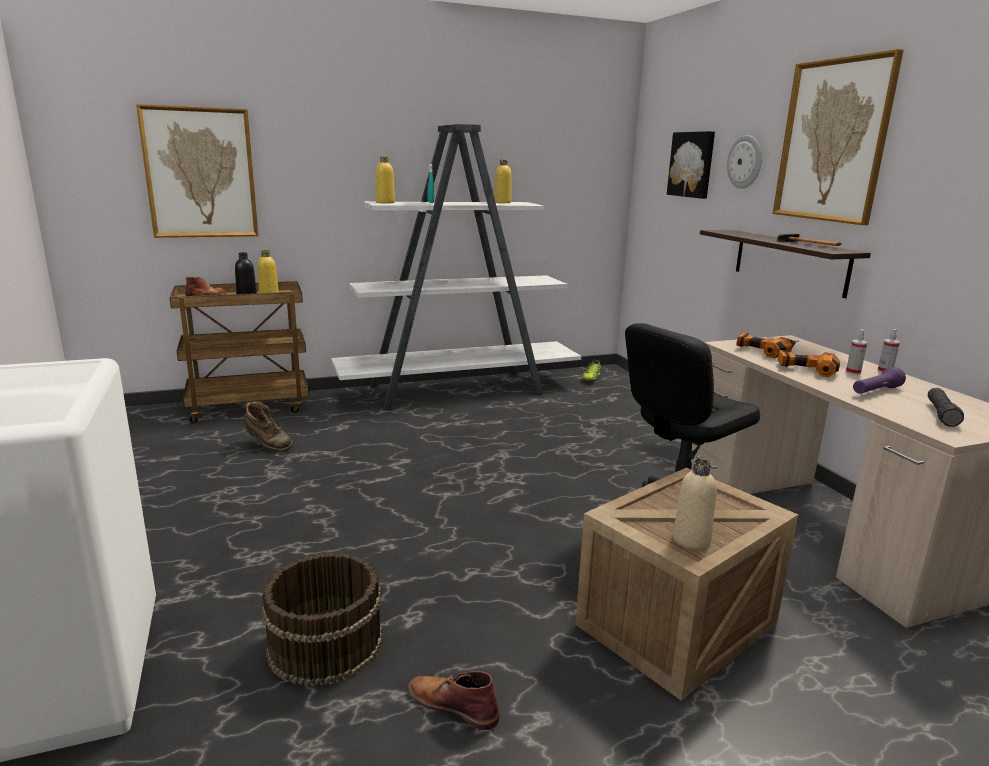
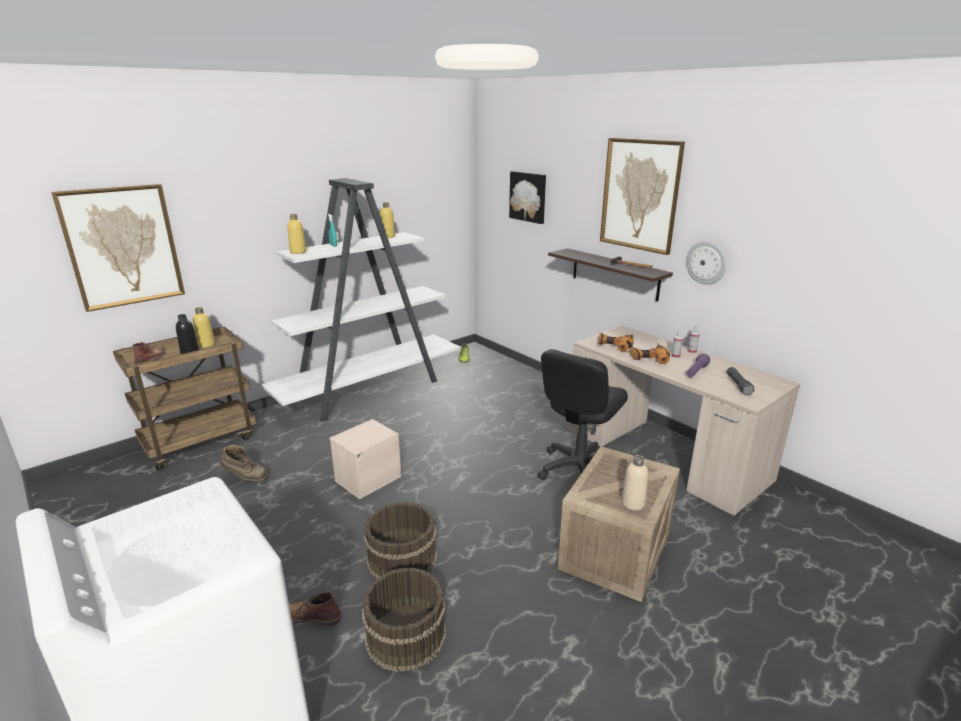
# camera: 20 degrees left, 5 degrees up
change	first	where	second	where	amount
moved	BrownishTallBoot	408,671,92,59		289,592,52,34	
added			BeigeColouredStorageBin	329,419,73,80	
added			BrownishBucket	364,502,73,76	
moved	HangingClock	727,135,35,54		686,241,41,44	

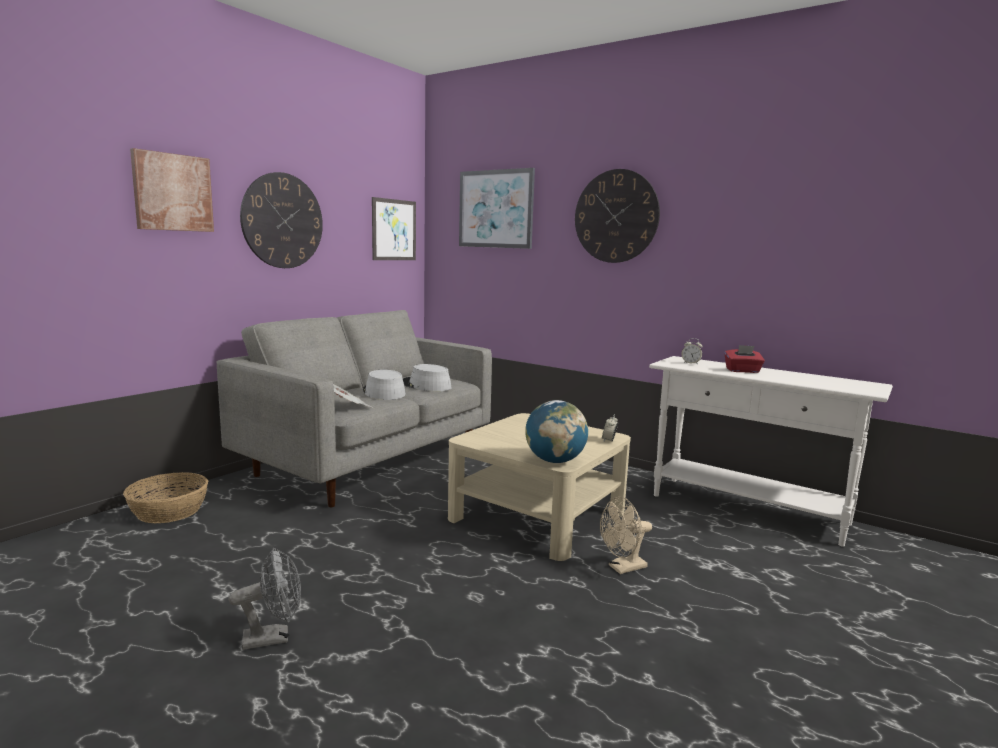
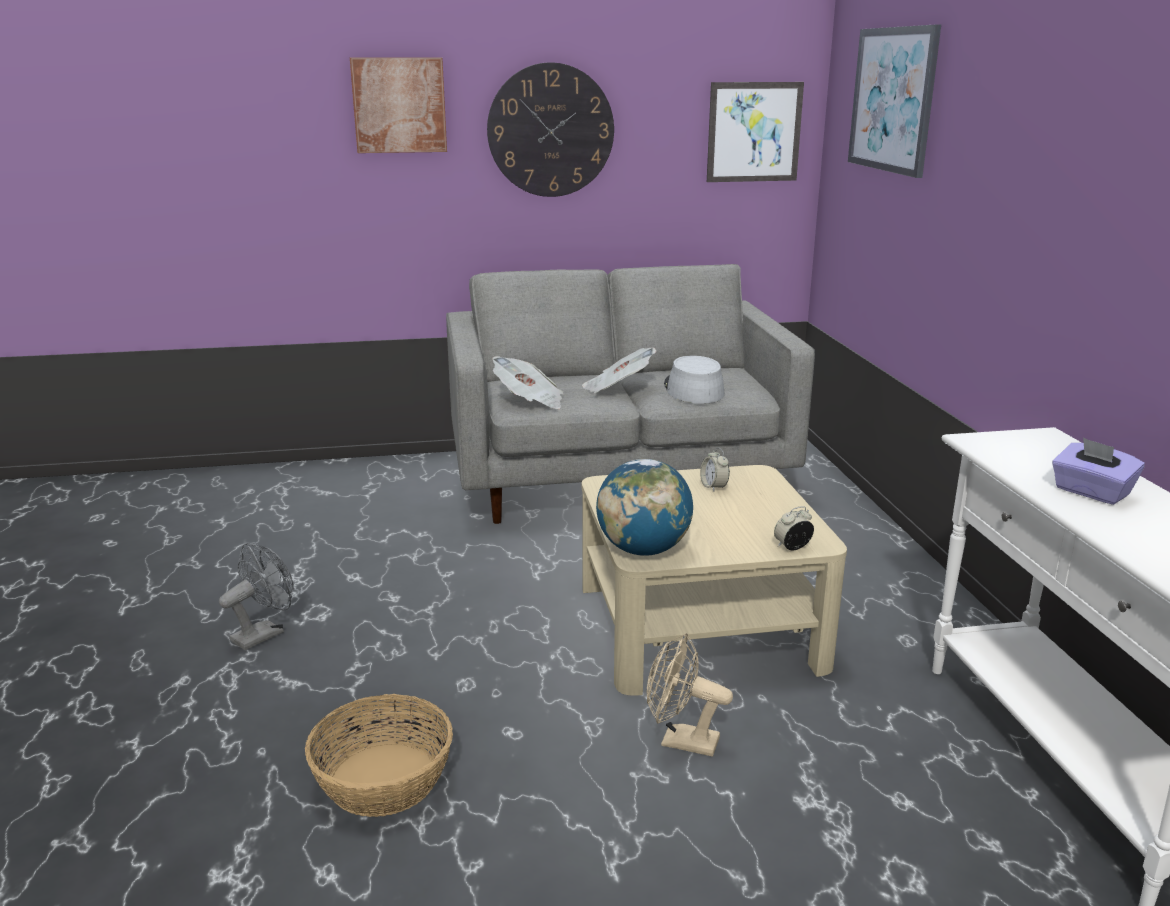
# camera: 45 degrees right, 10 degrees up
change	first	where	second	where	amount
turned	GreyishElectricFan	229,548,72,102		219,543,75,107	75 degrees counterclockwise
moved	StorageBasket	123,472,85,51		305,694,148,123	
replaced	GreyishClothingHat	363,370,43,30	PrintedPaper	582,348,74,45	
moved	AlarmClock	682,338,21,27		700,447,30,45	
recoloured	RedColouredTissueHolder	724,345,41,28	PurpleColouredTissueHolder	1052,438,93,67	
removed	HangingClock	575,169,85,94			

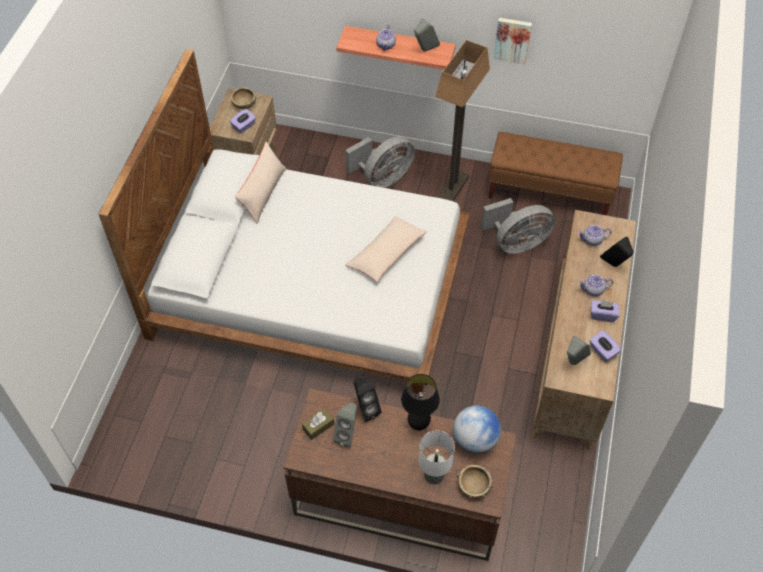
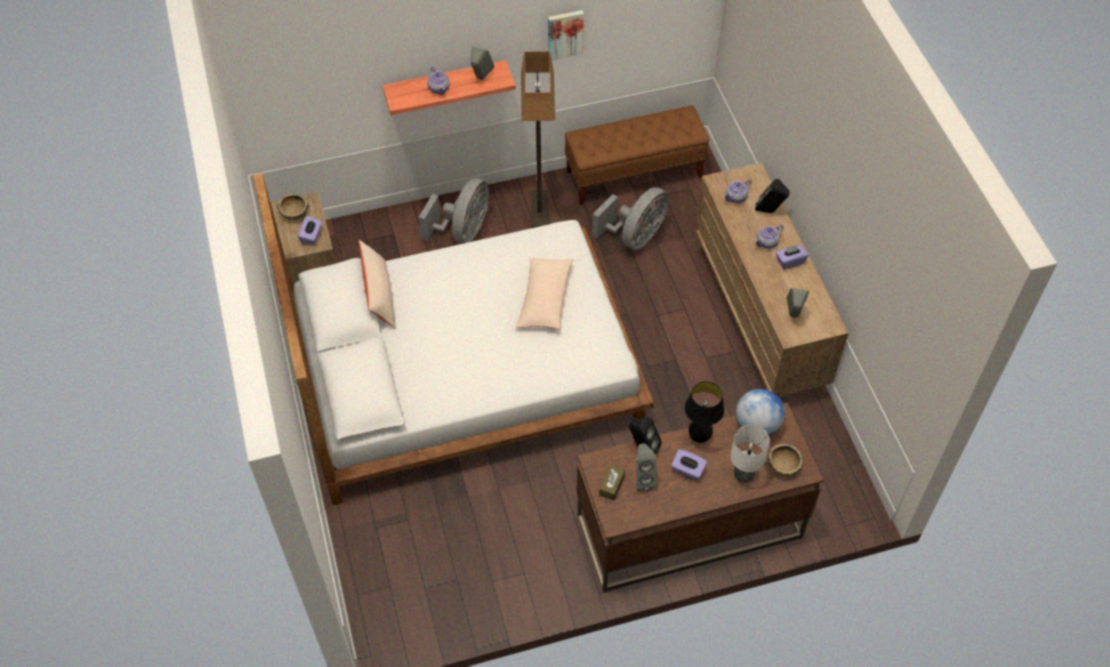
# camera: 30 degrees left, 0 degrees up
change	first	where	second	where	amount
moved	PurpleColouredTissueHolder	589,330,32,32		671,449,36,31	

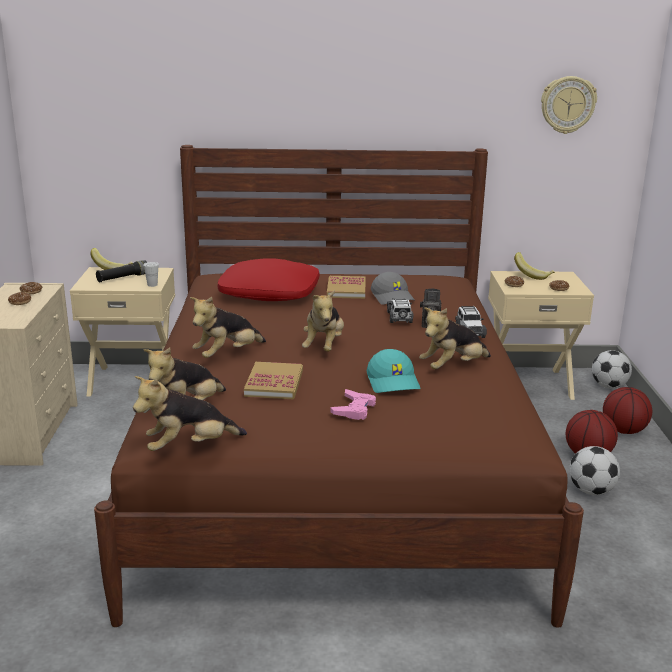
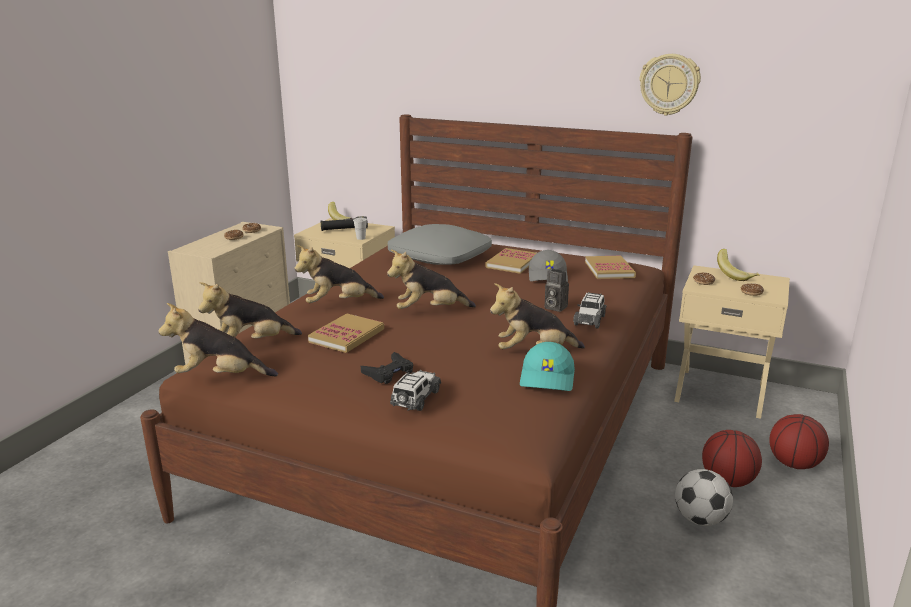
# camera: 25 degrees right, 0 degrees up
change	first	where	second	where	amount
recoloured	PinkGameController	330,389,46,31	BlackColouredGameController	361,352,52,32	
turned	CuddlyToy	302,290,42,62		387,250,89,59	45 degrees clockwise
recoloured	RedColouredThrowPillow	218,258,102,43	GreyishThrowPillow	388,224,104,41	
moved	MiniatureCar	387,298,27,25		390,370,51,41	
moved	BlueGreenPeakedCap	367,349,54,44		520,342,55,49	
added			Book	585,256,51,23	
moved	HangingClock	541,76,56,58		639,54,62,62	
removed	BallForFootball	592,350,40,39			

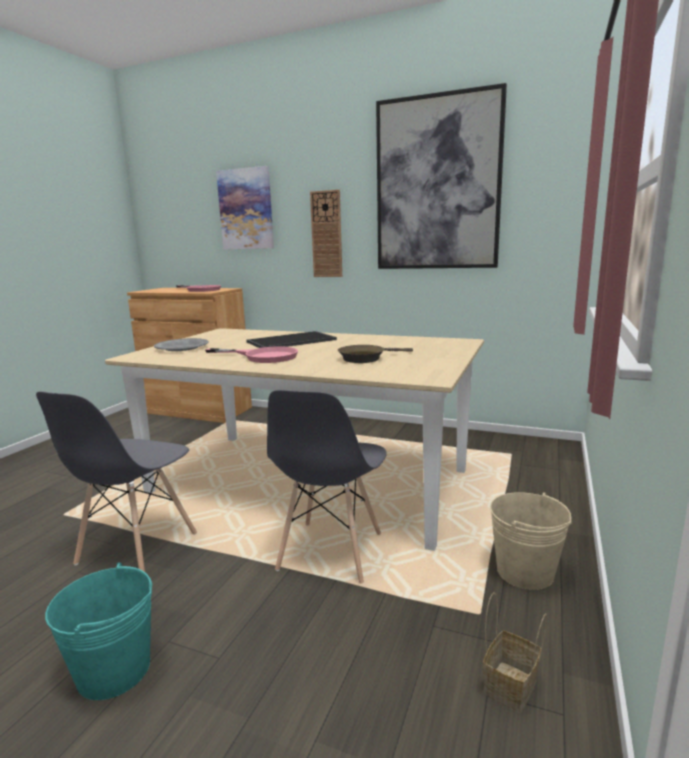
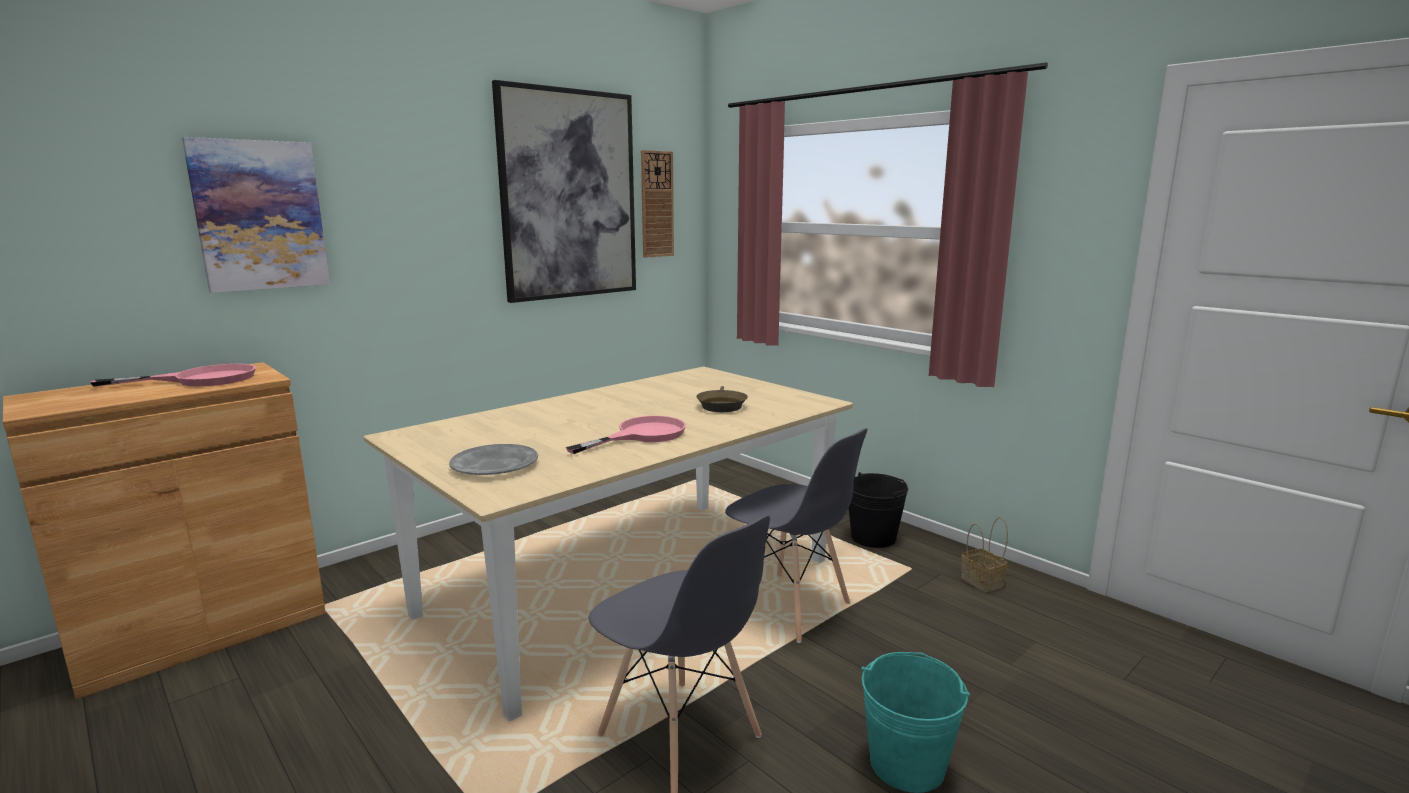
# camera: 65 degrees left, 0 degrees up
change	first	where	second	where	amount
moved	HangingClock	310,190,32,87		641,150,33,108	
recoloured	BeigeColouredBucket	490,492,82,98	BlackColouredBucket	849,472,59,76	
removed	CarryingTray	246,331,91,17			

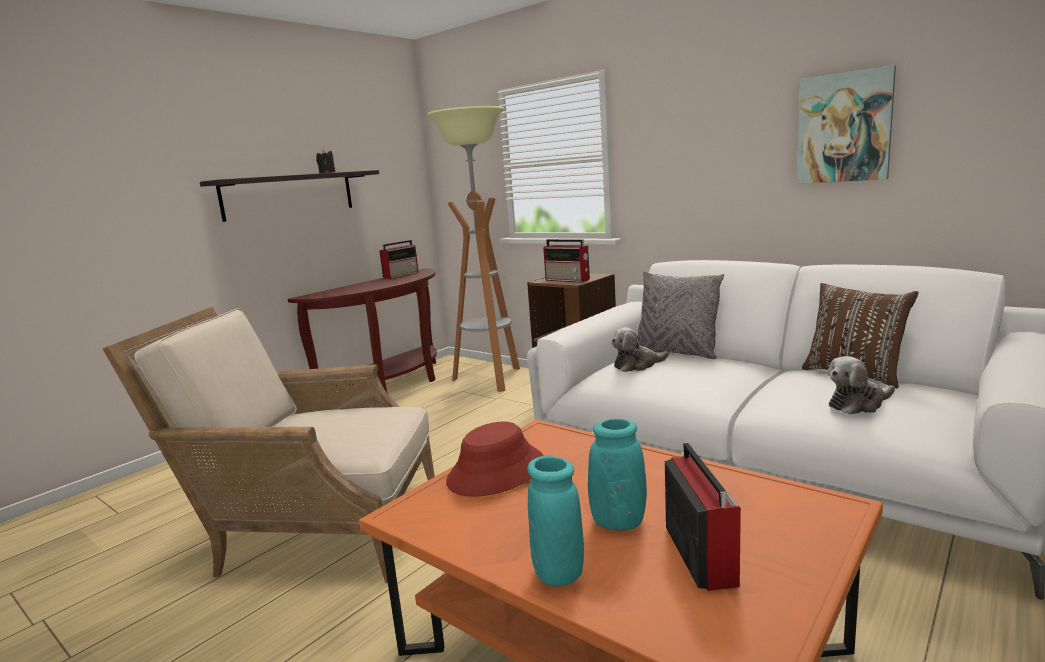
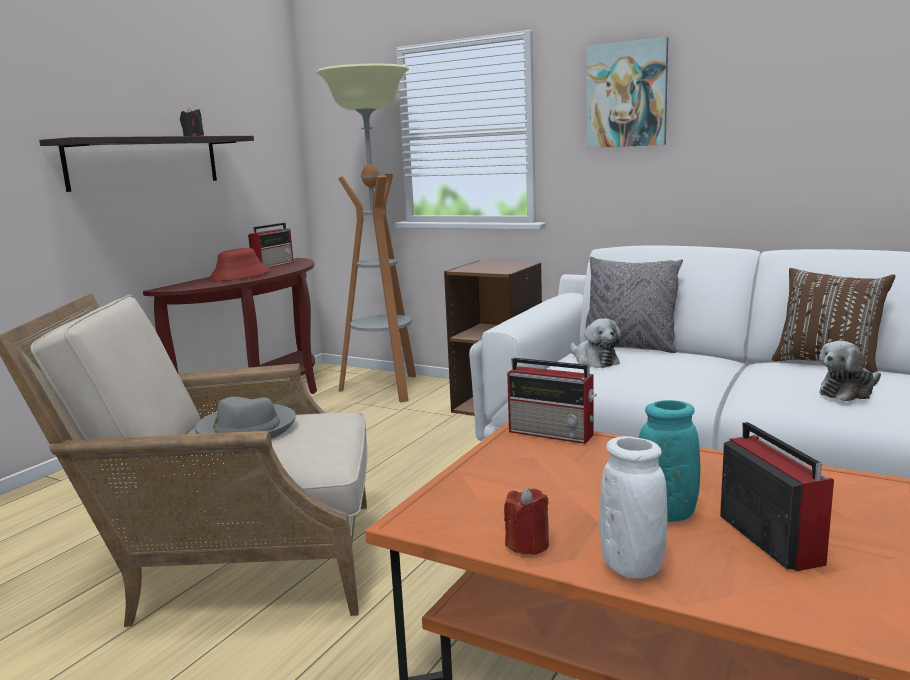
# camera: 10 degrees left, 0 degrees up
change	first	where	second	where	amount
added			GreyishClothingHat	195,397,101,42	
moved	RedColouredClothingHat	446,422,98,75		209,248,60,33	
added			RedColouredCandle	504,487,45,68	
moved	RadioSet	543,239,47,44		507,358,90,86	
turned	CuddlyToy	611,327,58,45		570,319,51,49	90 degrees counterclockwise
moved	Picture	797,65,99,119		586,37,82,111	
recoloured	BlueGreenVase	527,456,57,130	WhiteVase	599,436,68,143	

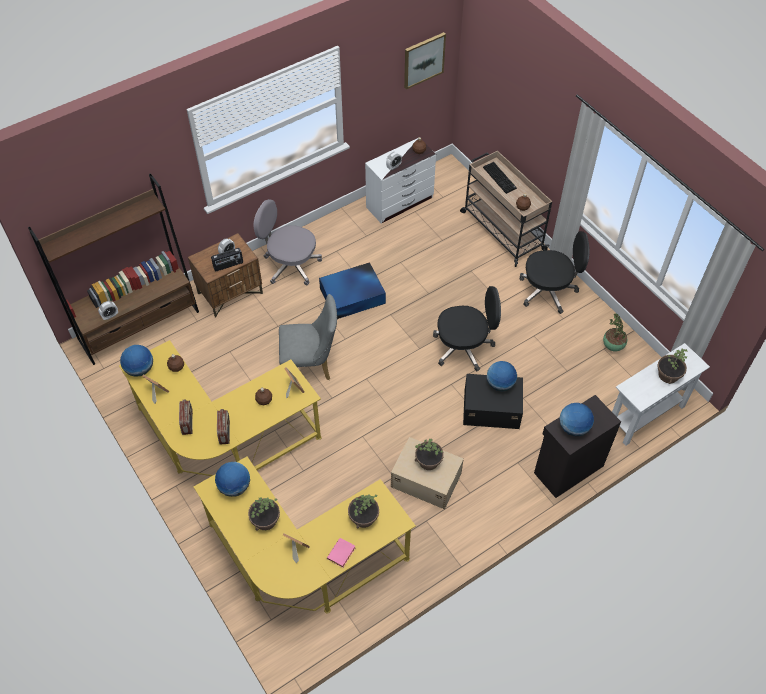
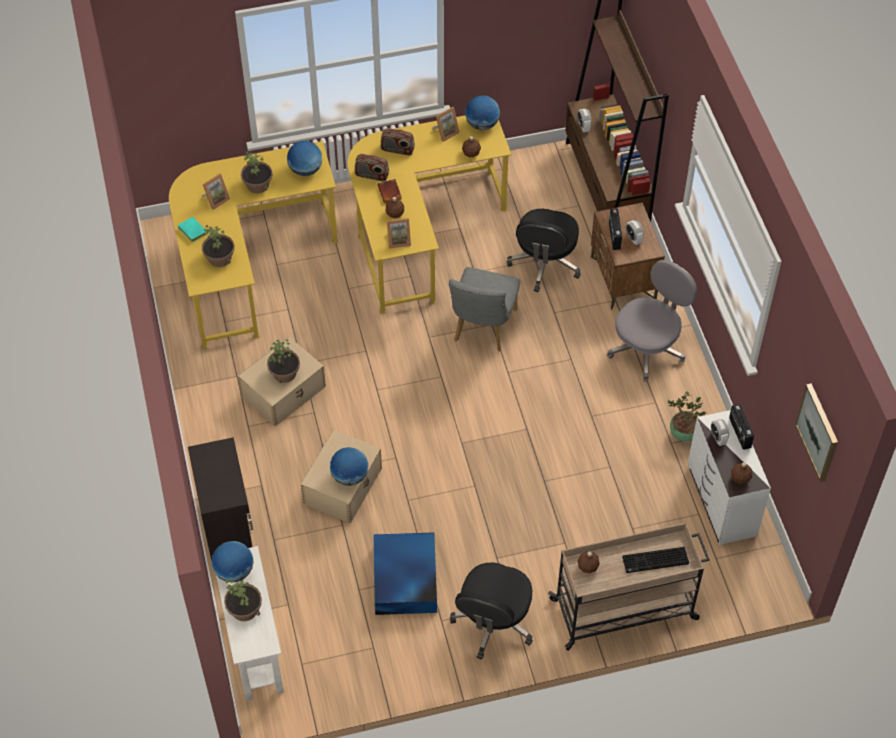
# camera: 110 degrees right, 0 degrees up
change	first	where	second	where	amount
recoloured	PinkBook	327,538,29,30	BlueGreenBook	178,217,28,25	
moved	Globe	559,403,35,33		212,541,41,41	
recoloured	BlackColouredStorageBin	463,374,60,55	BeigeColouredStorageBin	300,430,82,94	
moved	BlueStorageBin	319,262,67,57		374,532,63,83	
added			BrownishBook	378,179,24,24	
moved	BlackColouredDeskChair	433,286,68,85		507,209,74,83	
moved	Houseplant	603,313,25,38		668,392,39,50	
added			RadioSet	729,404,25,46	

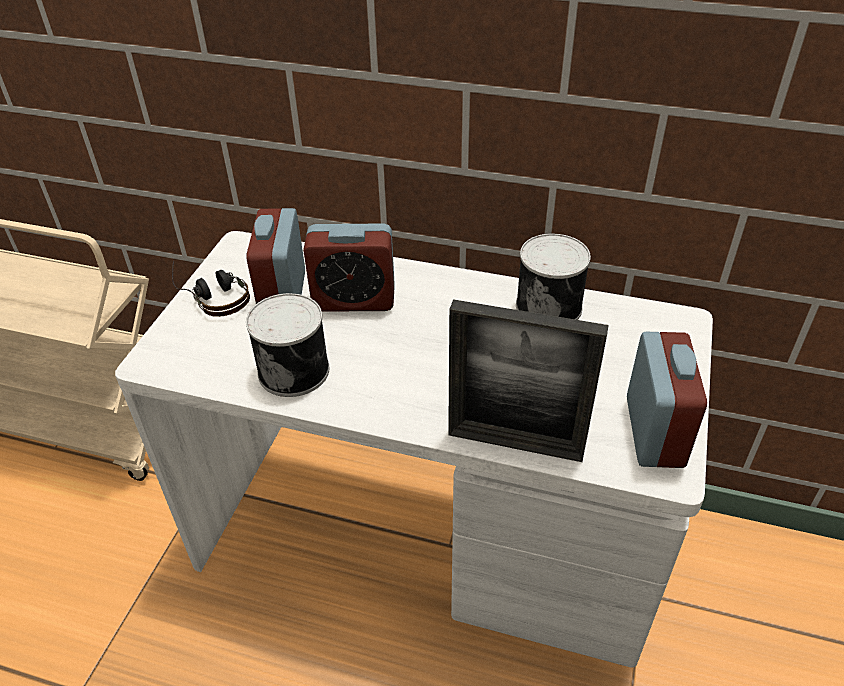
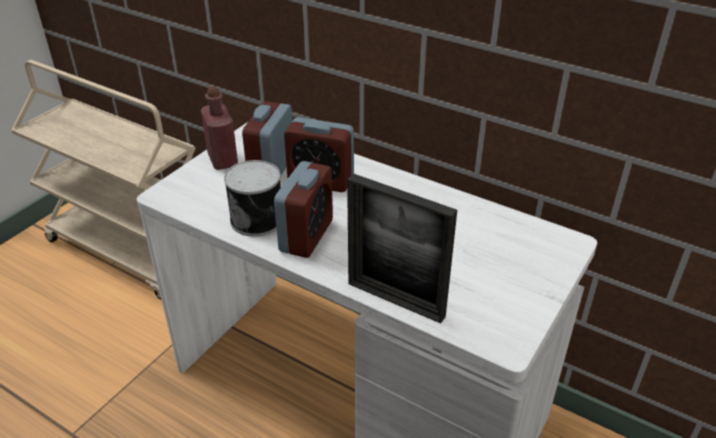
# camera: 15 degrees right, 5 degrees down
change	first	where	second	where	amount
replaced	Headset	172,261,78,56	RedColouredDrinkBottle	201,86,37,84	
moved	AlarmClock	627,332,80,136		274,161,59,97	
removed	MetalCan	516,234,75,86			

